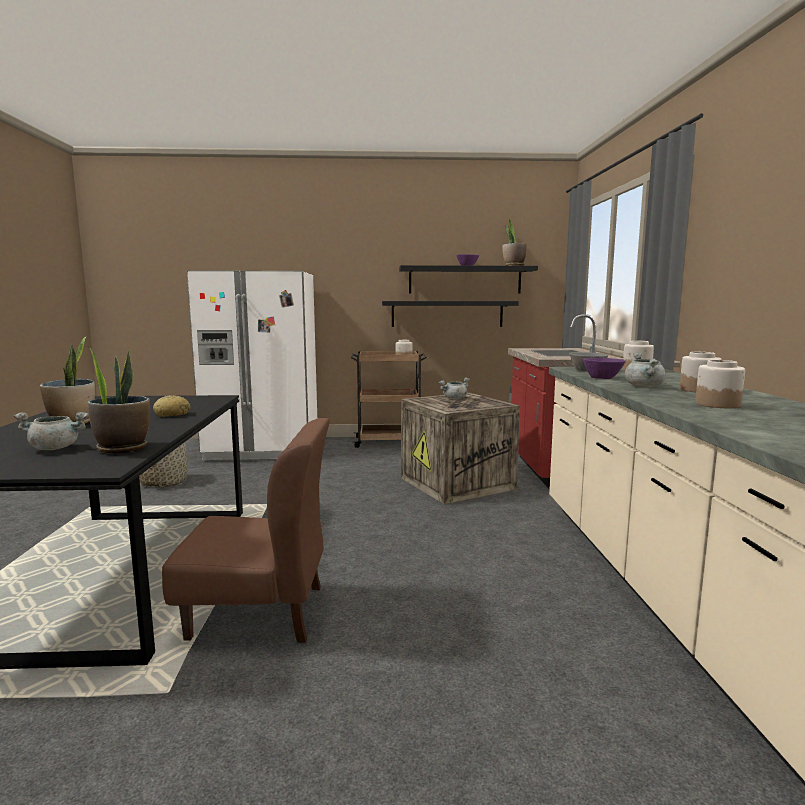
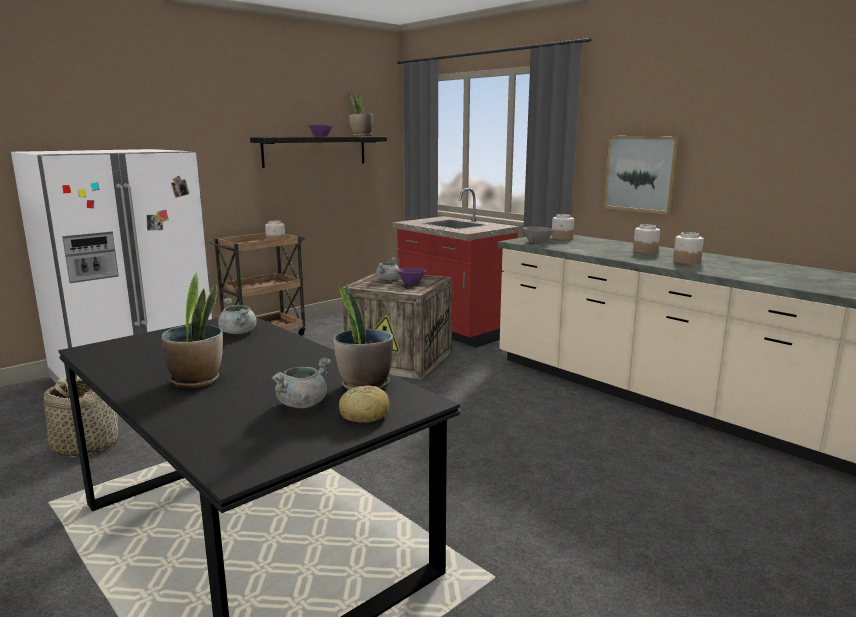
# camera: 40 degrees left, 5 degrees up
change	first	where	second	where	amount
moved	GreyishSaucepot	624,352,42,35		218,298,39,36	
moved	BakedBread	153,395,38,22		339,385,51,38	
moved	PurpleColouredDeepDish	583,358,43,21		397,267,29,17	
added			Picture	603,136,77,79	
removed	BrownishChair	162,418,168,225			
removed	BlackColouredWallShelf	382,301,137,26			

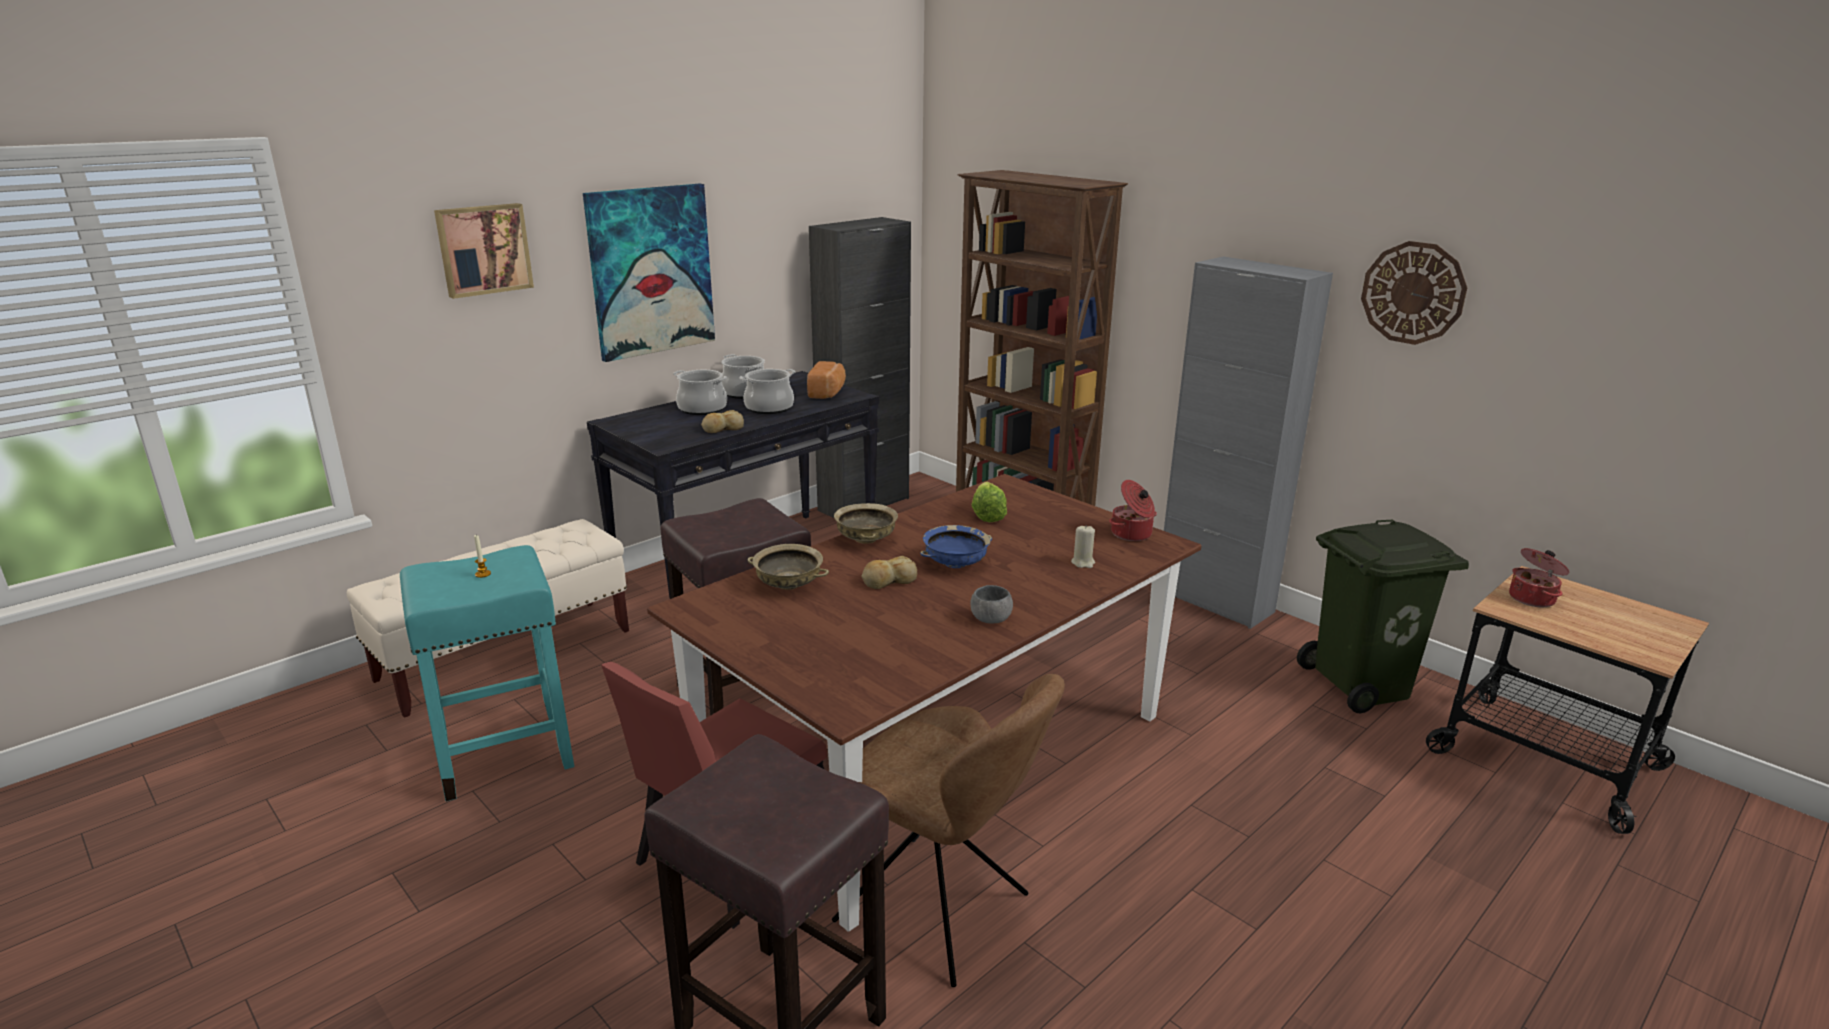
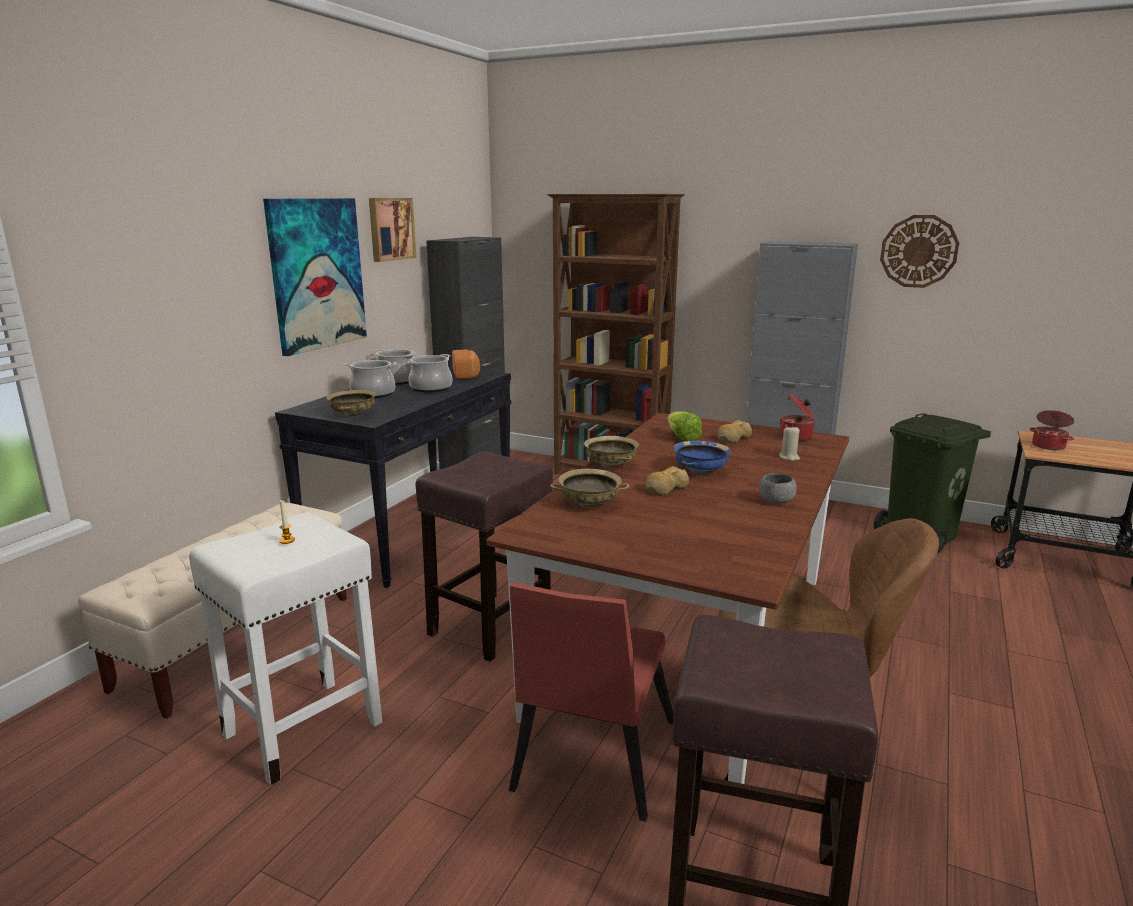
# camera: 20 degrees left, 5 degrees down
change	first	where	second	where	amount
recoloured	BlueGreenStool	400,545,174,256	WhiteStool	189,512,193,274	
added			BeigeColouredDeepDish	326,390,50,27	
moved	Picture	434,203,100,96		369,198,47,64	
moved	BakedBread	701,410,43,23		717,420,35,23	

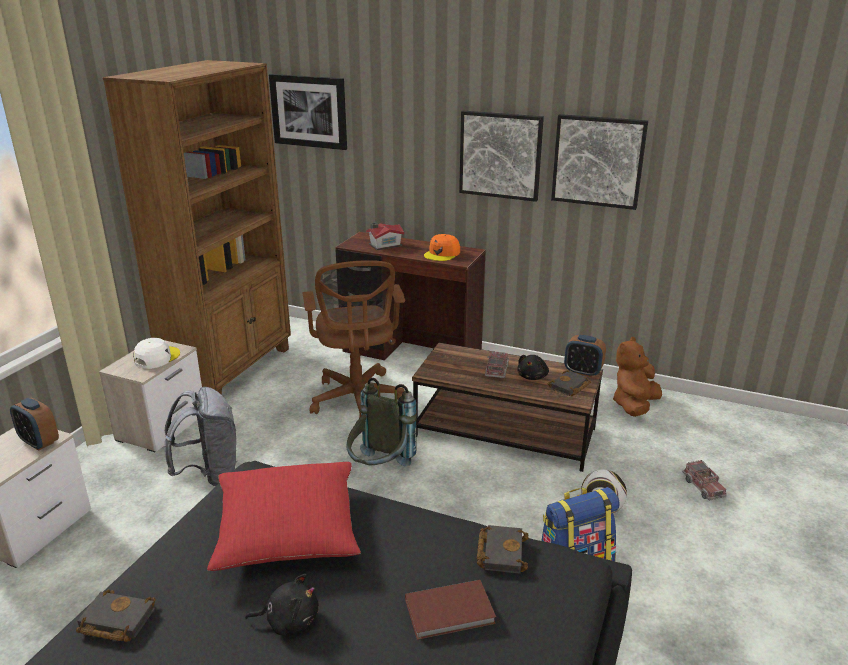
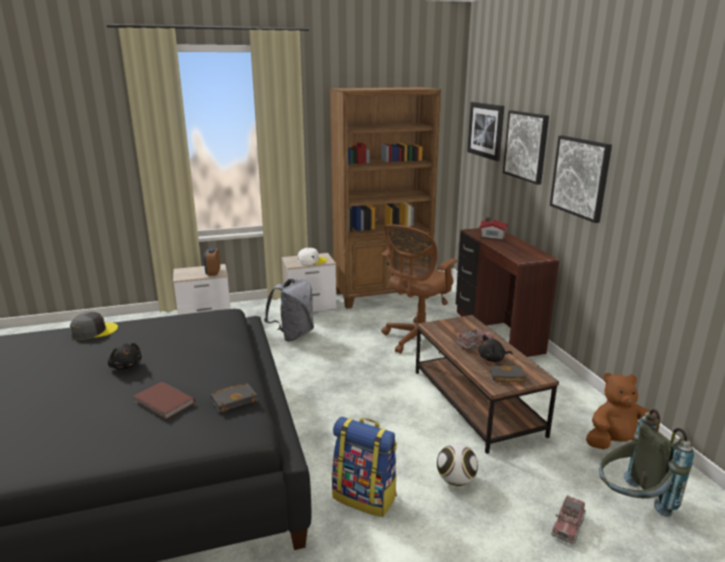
# camera: 50 degrees right, 5 degrees down
change	first	where	second	where	amount
replaced	BlackColouredBook	76,590,80,52	GreyishPeakedCap	70,312,48,28	
moved	Picture	551,114,97,96		503,110,46,75	
moved	GreyishKnapsack	346,378,71,88		599,409,95,108	
removed	RedColouredThrowPillow	207,462,154,109			
removed	OrangeColouredPeakedCap	424,234,36,27			
removed	AlarmClock	564,335,42,42			

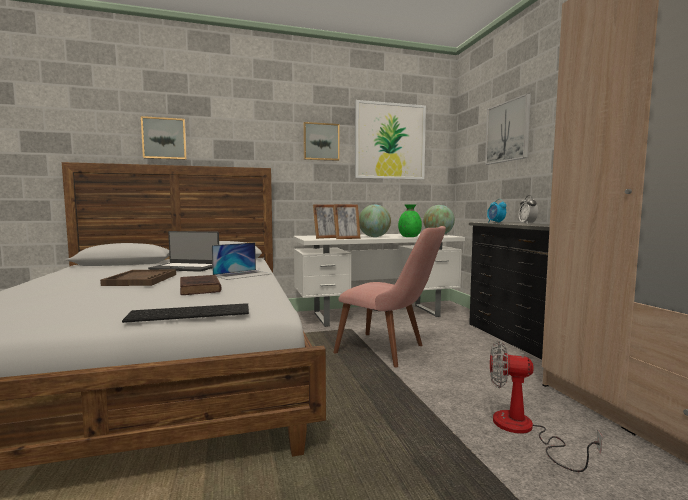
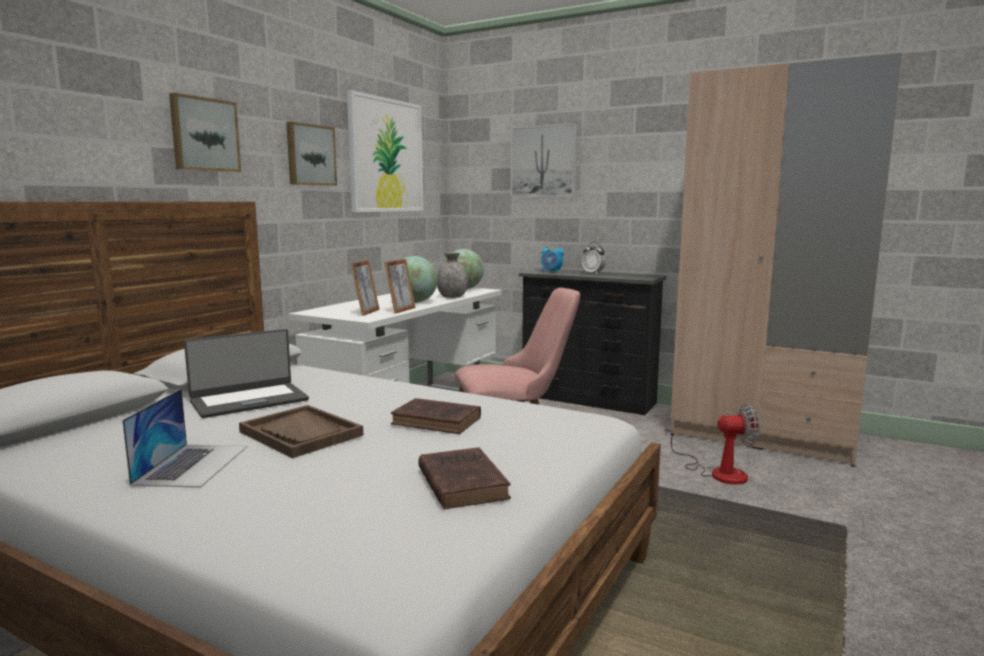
# camera: 45 degrees left, 5 degrees up
change	first	where	second	where	amount
moved	PortableComputer	212,242,59,38		122,389,125,99	
moved	Picture	141,116,46,44		169,93,72,79	
added			BrownishBook	418,447,93,62	
recoloured	GreenishVase	398,204,24,33	GreyishVase	437,253,31,45	
turned	ElectricFan	490,341,112,131		665,403,95,82	150 degrees counterclockwise
removed	Keyboard	122,303,127,20			

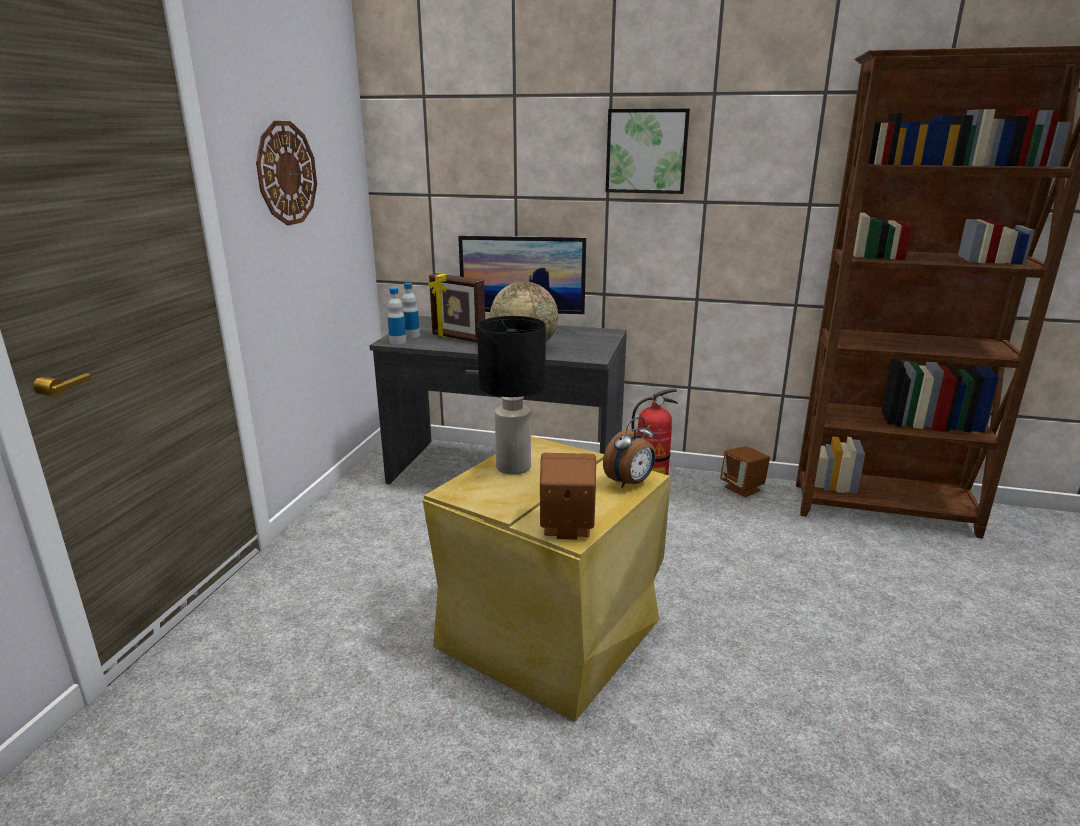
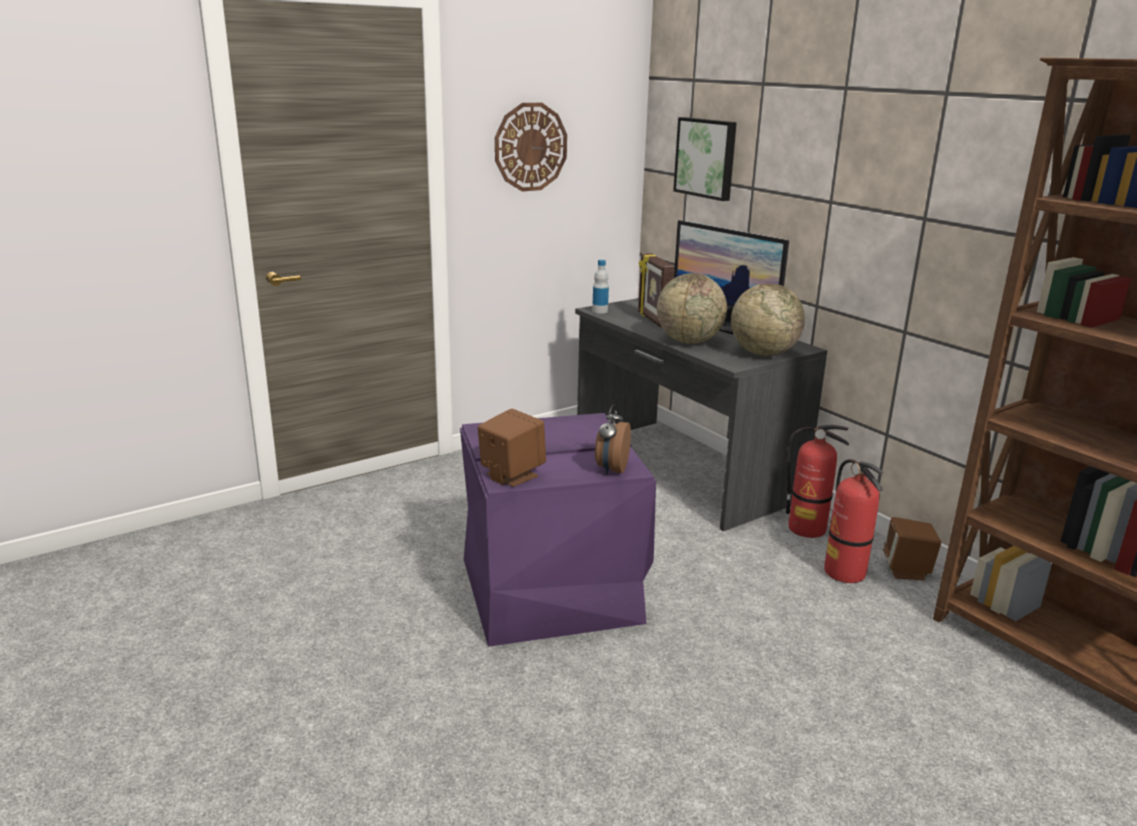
# camera: 40 degrees right, 0 degrees up
change	first	where	second	where	amount
recoloured	BeigeColouredStorageBin	423,436,248,286	PurpleColouredStorageBin	460,413,196,234	
turned	AlarmClock	603,417,53,71		595,404,36,71	105 degrees clockwise
moved	Picture	606,109,84,85		673,117,64,84	
added			Globe	731,283,74,73	
added			Extinguisher	824,459,59,124	
removed	DrinkBottle	402,283,18,55			
removed	BlackColouredLampForATable	477,316,69,159			

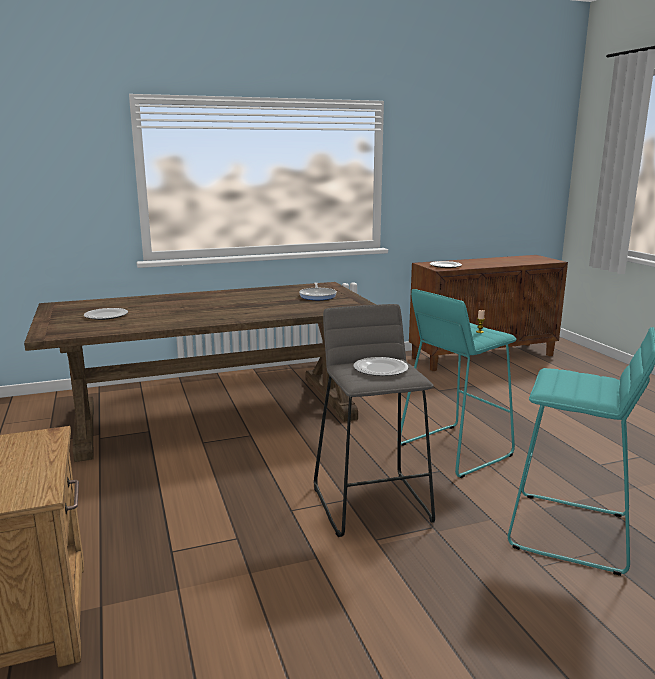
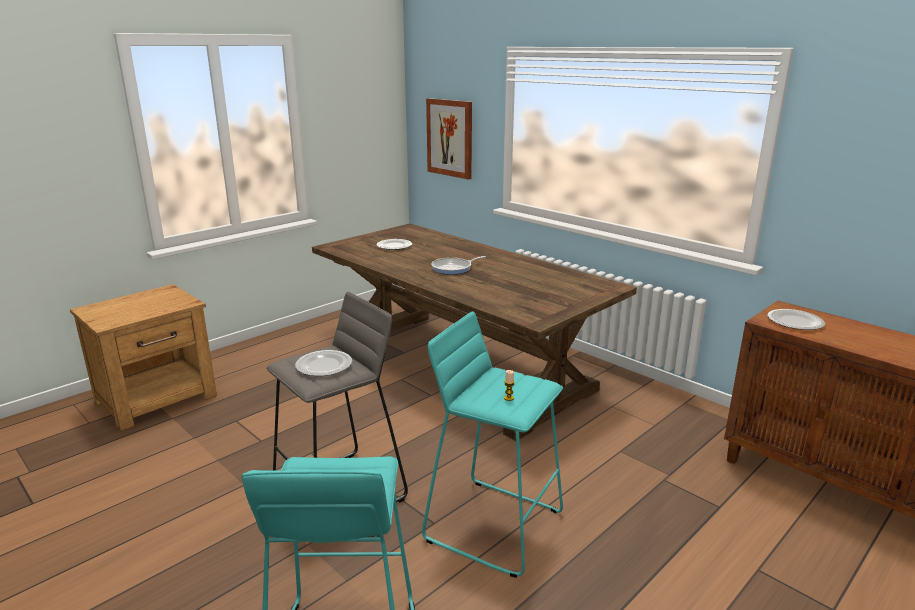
# camera: 65 degrees right, 5 degrees up
change	first	where	second	where	amount
added			Picture	426,98,46,82	
moved	Skillet	299,282,38,18		431,256,55,19	

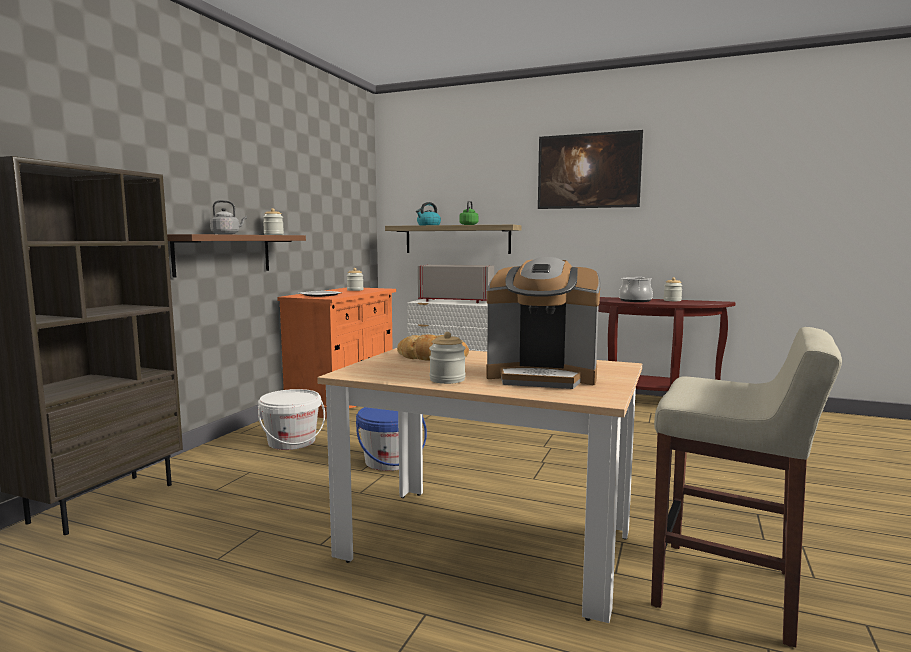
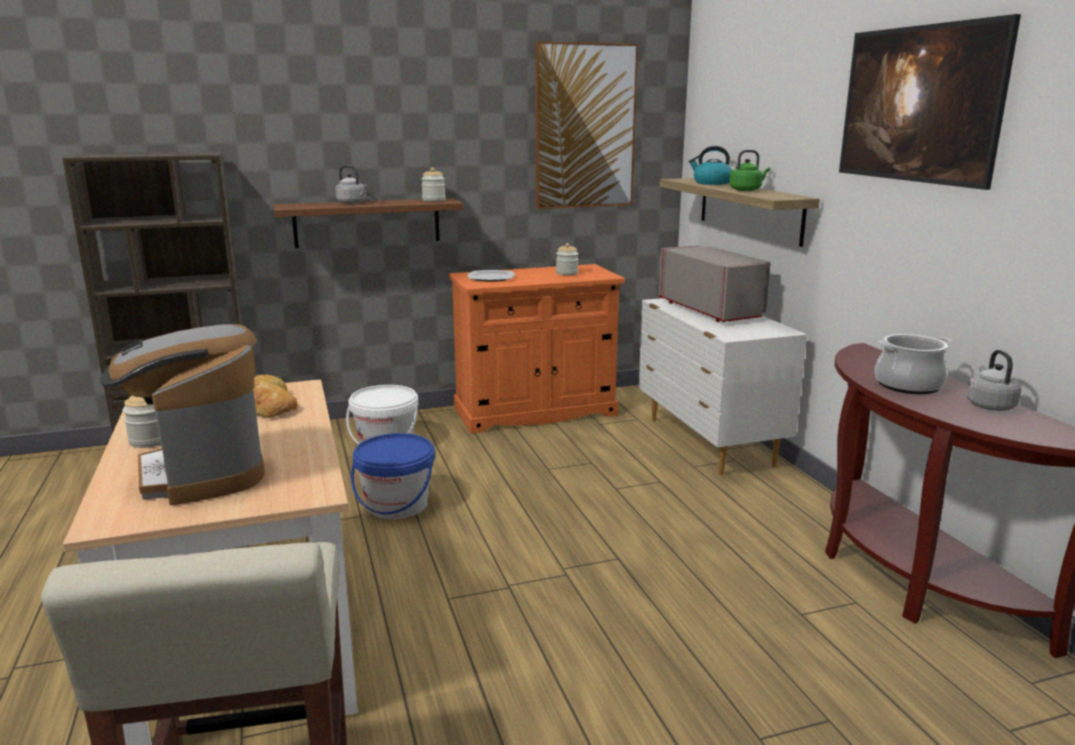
# camera: 50 degrees right, 10 degrees up
change	first	where	second	where	amount
added			Picture	536,41,102,168	
replaced	StorageJar	663,277,20,24	GreyishTeaKettle	966,350,55,61	

